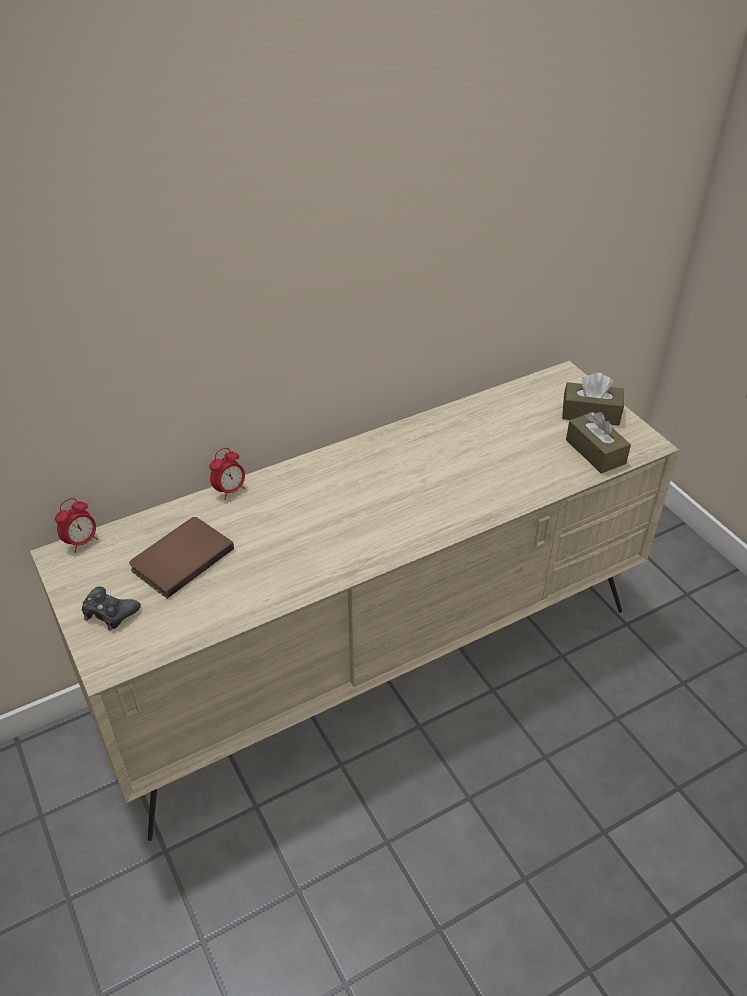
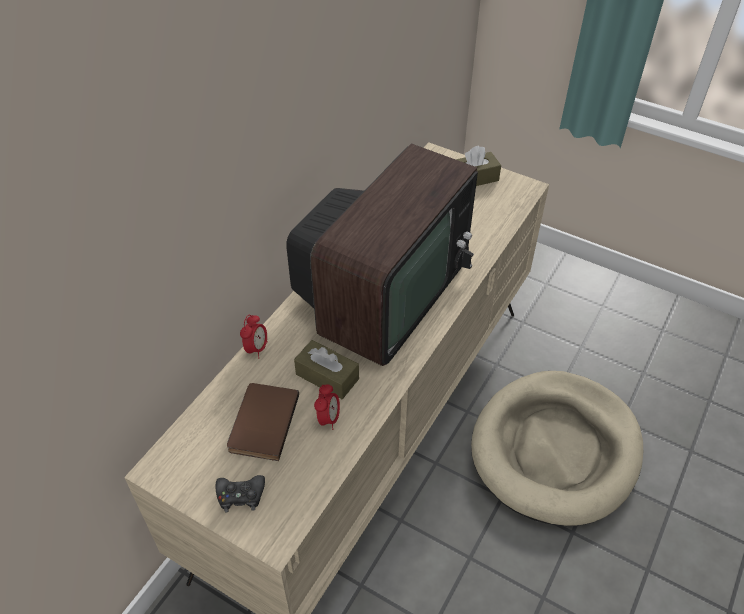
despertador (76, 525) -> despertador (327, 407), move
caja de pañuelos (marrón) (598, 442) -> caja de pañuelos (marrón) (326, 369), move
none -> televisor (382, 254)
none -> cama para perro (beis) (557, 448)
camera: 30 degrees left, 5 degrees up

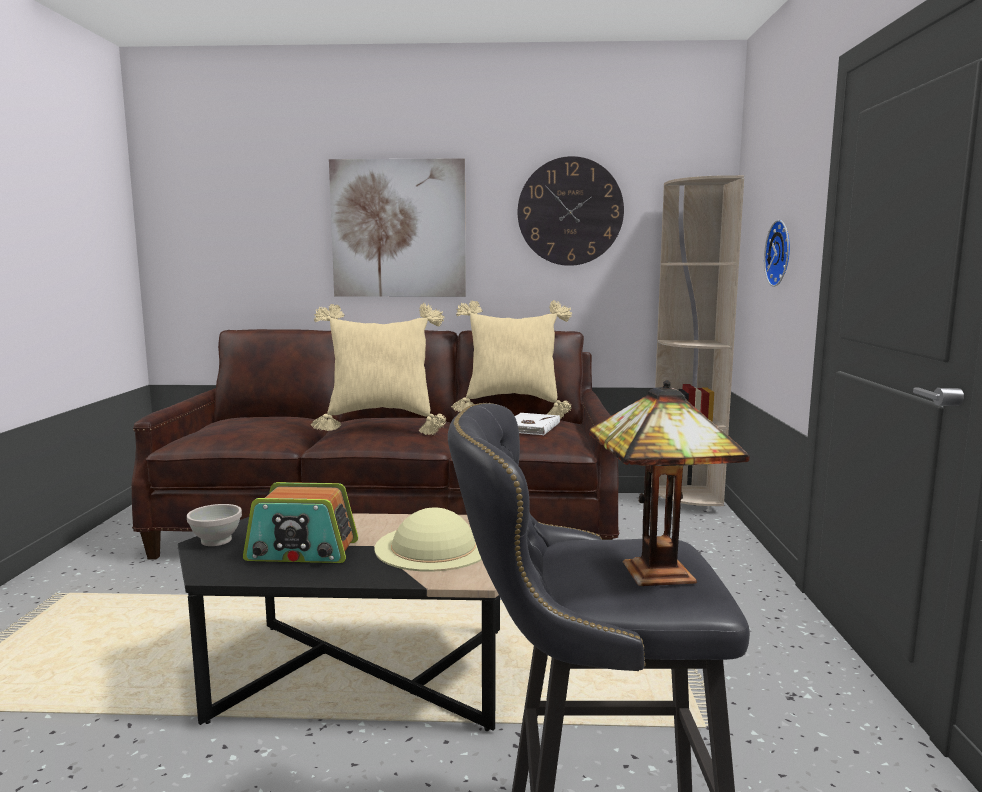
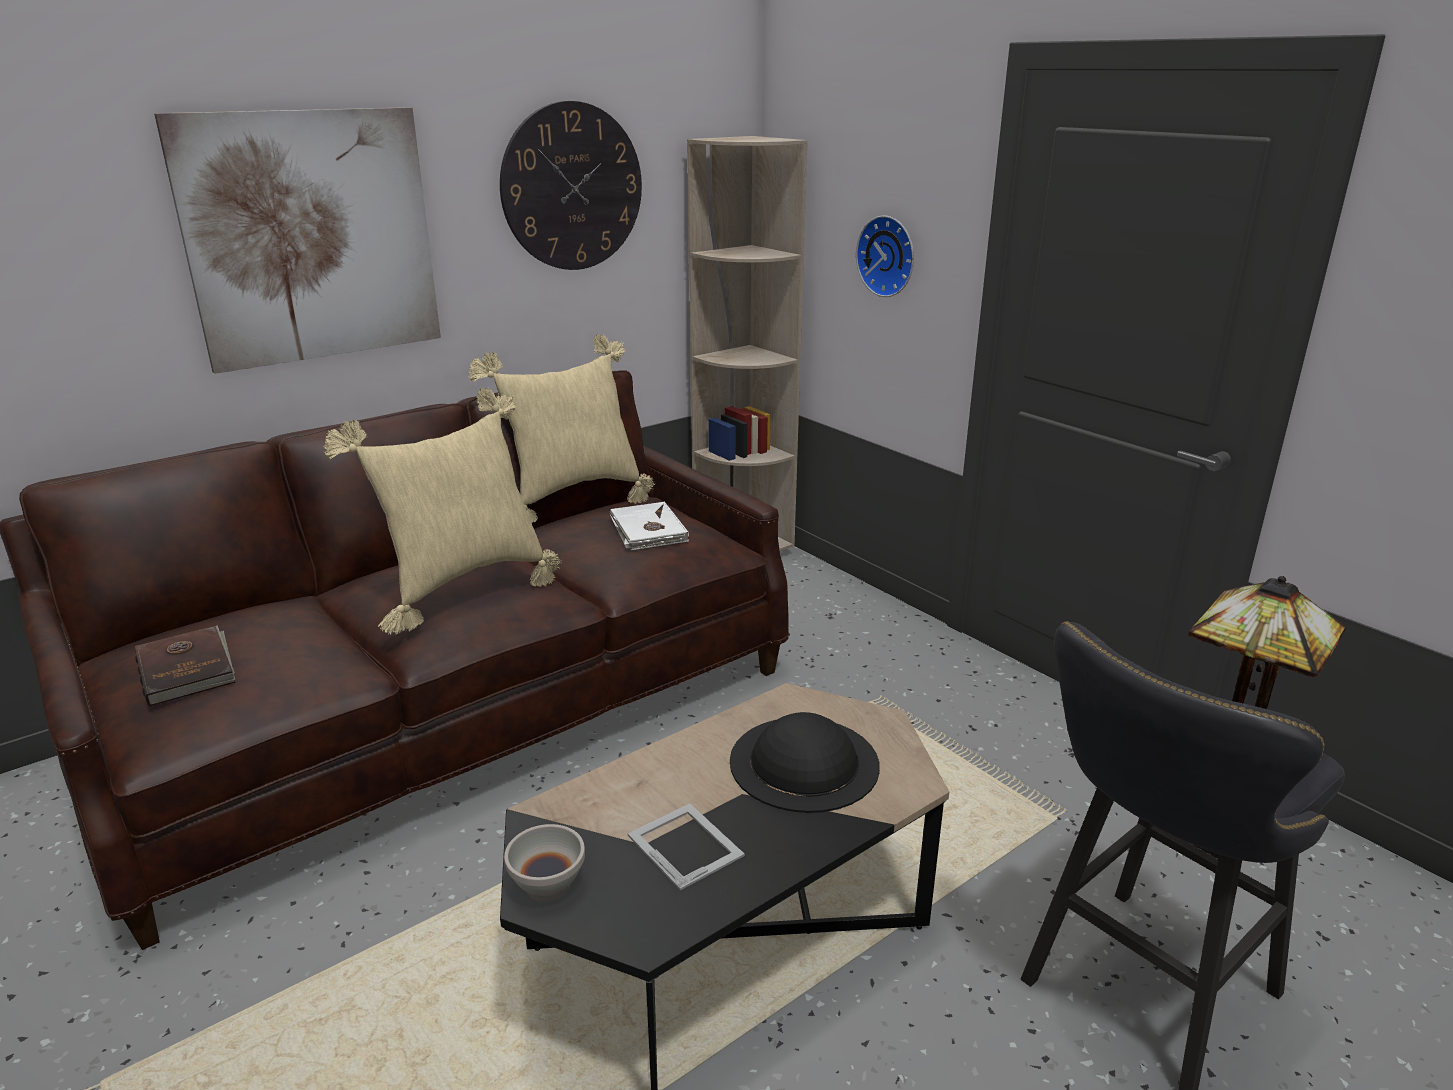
radio (300, 522) -> portarretratos (686, 847)
sombrero (beis) (428, 540) -> sombrero (negro) (805, 762)
none -> libro (marrón) (185, 666)
camera: 40 degrees left, 15 degrees up

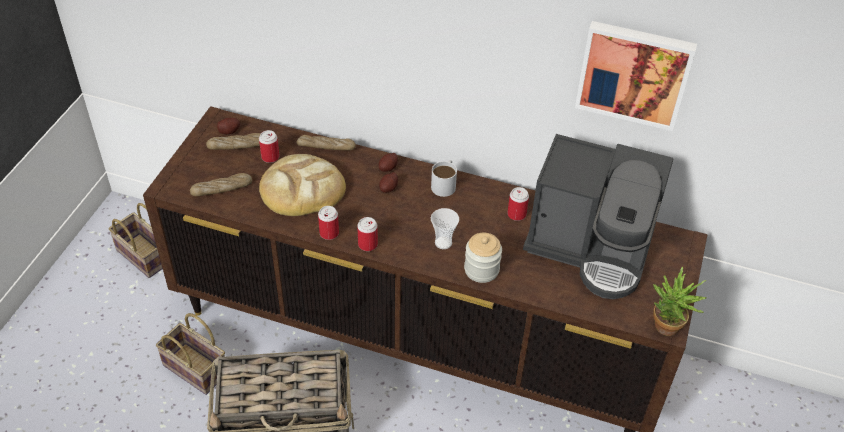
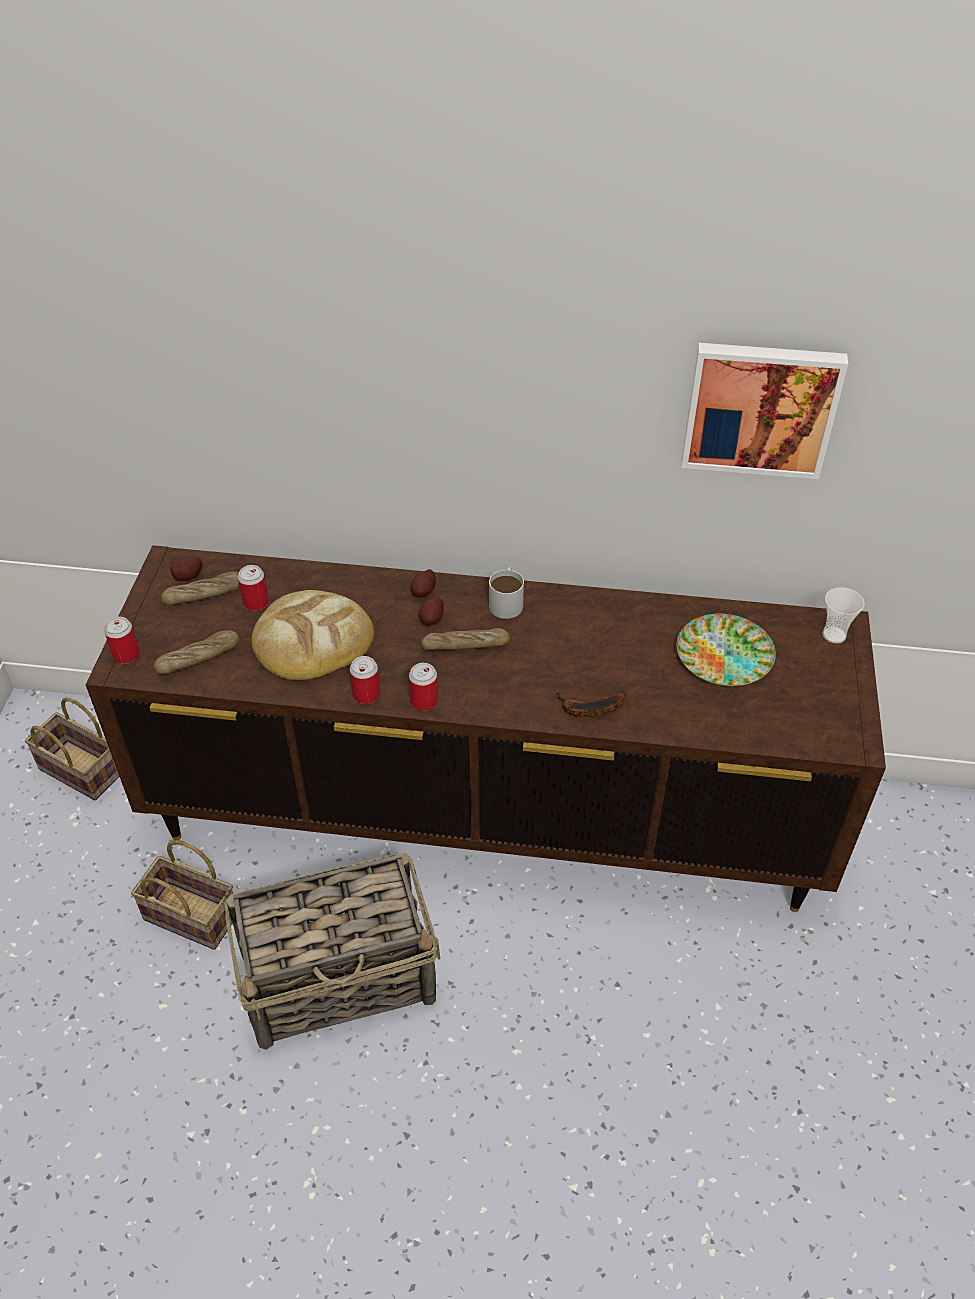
pan (326, 143) -> pan (465, 639), move
taza (445, 228) -> taza (844, 615), move
tarro (483, 258) -> plátano (591, 704)
lata (518, 204) -> lata (122, 640), move
cafetera (598, 216) -> plato (726, 650)
planta en maceta (680, 301) -> none
camera: 10 degrees left, 0 degrees up

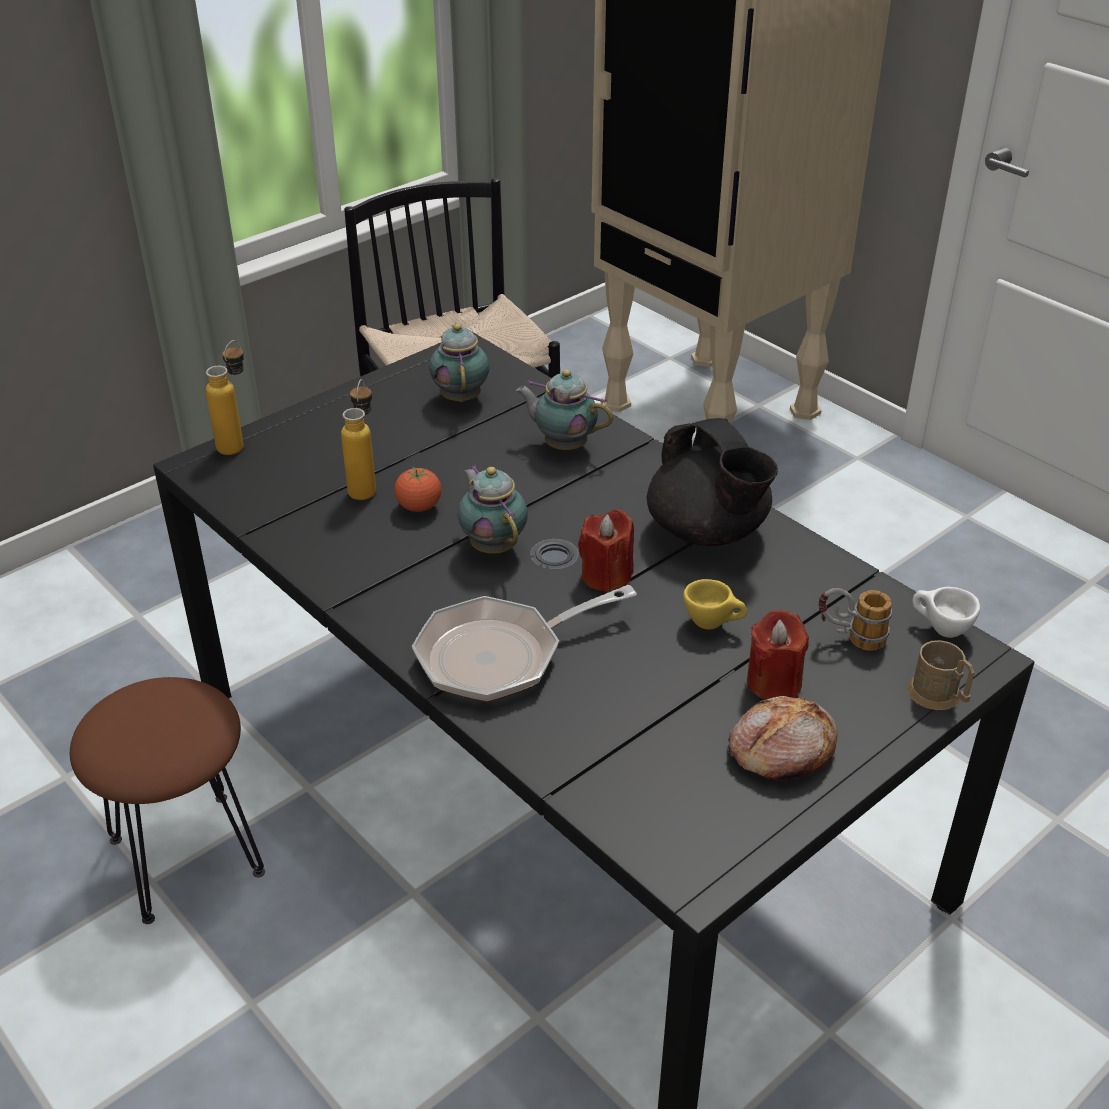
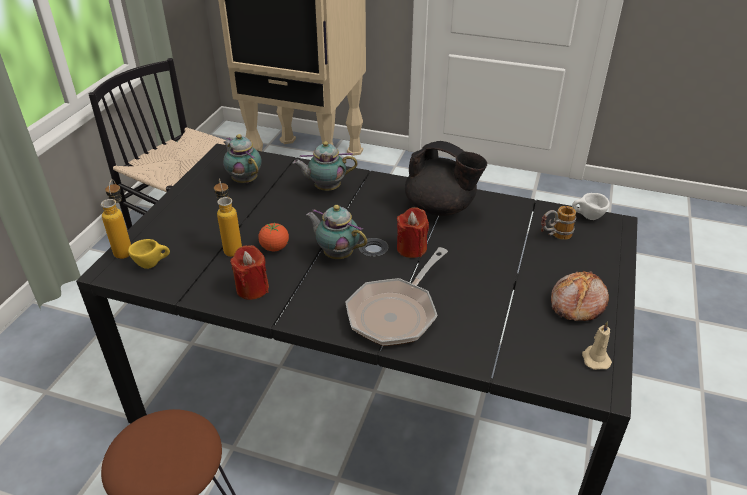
taza (amarillo) (715, 604) -> taza (amarillo) (149, 254), move
vela (rojo) (778, 655) -> vela (rojo) (249, 272), move
taza grande (marrón) (941, 675) -> none
none -> vela (beis) (597, 345)
camera: 30 degrees left, 0 degrees up

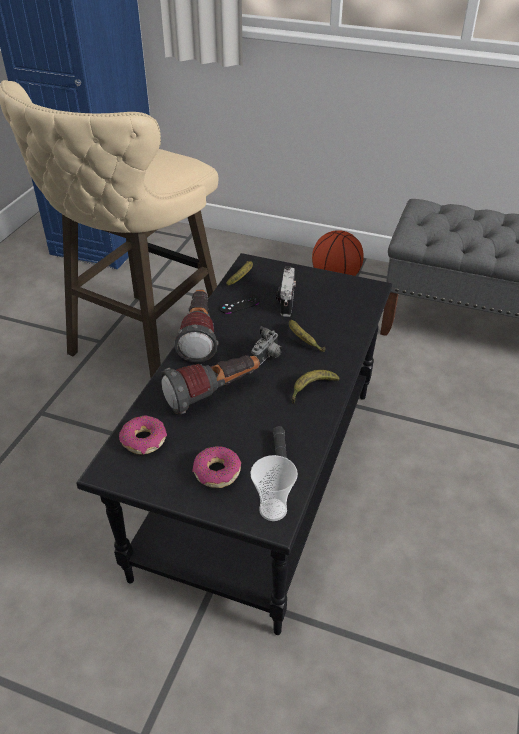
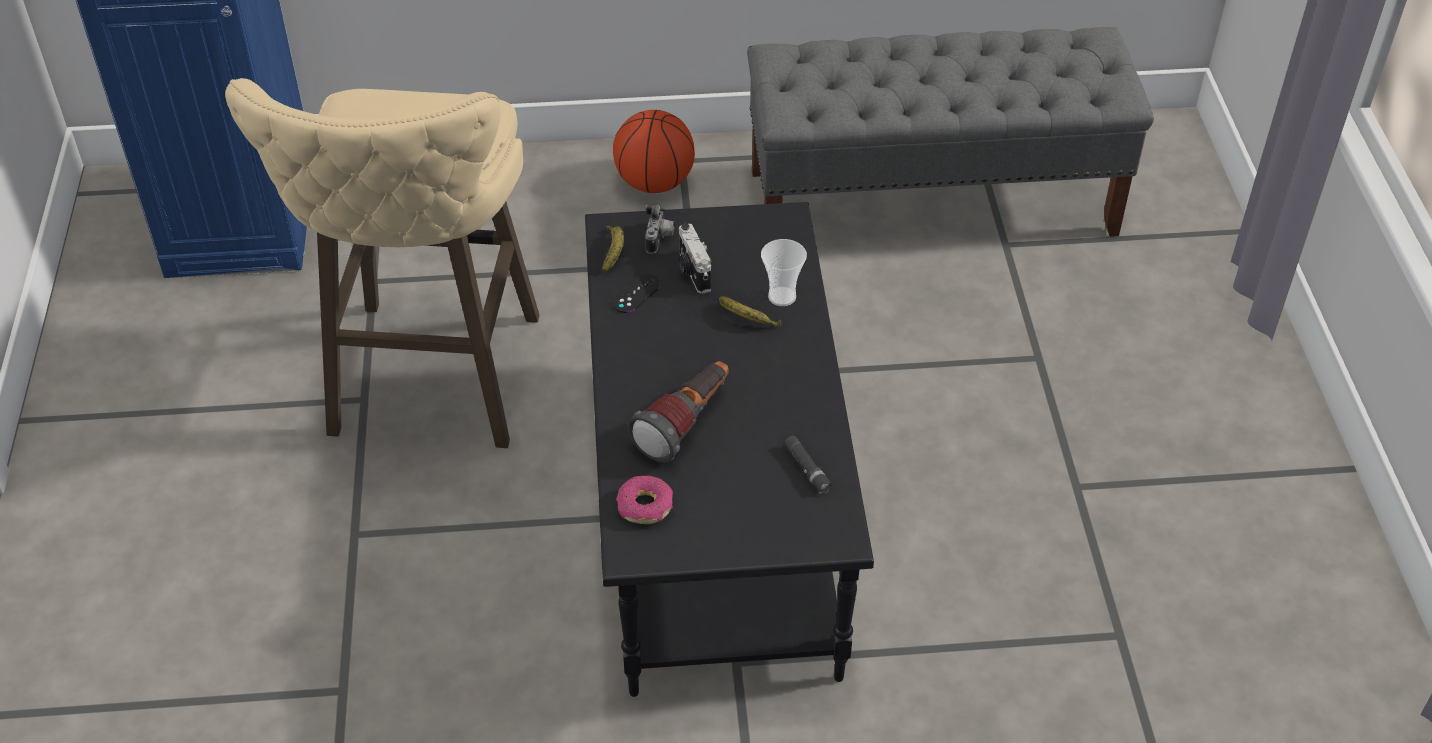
linterna (196, 326) -> none
rosquilla (216, 467) -> none
taza (274, 488) -> taza (784, 272), move
cámara (266, 345) -> cámara (660, 229), move
plátano (316, 386) -> none
camera: 25 degrees left, 5 degrees up

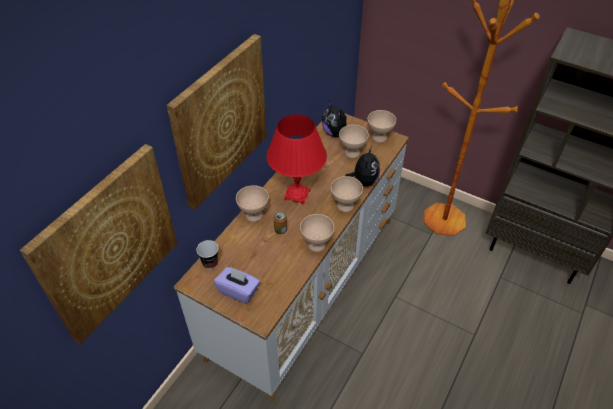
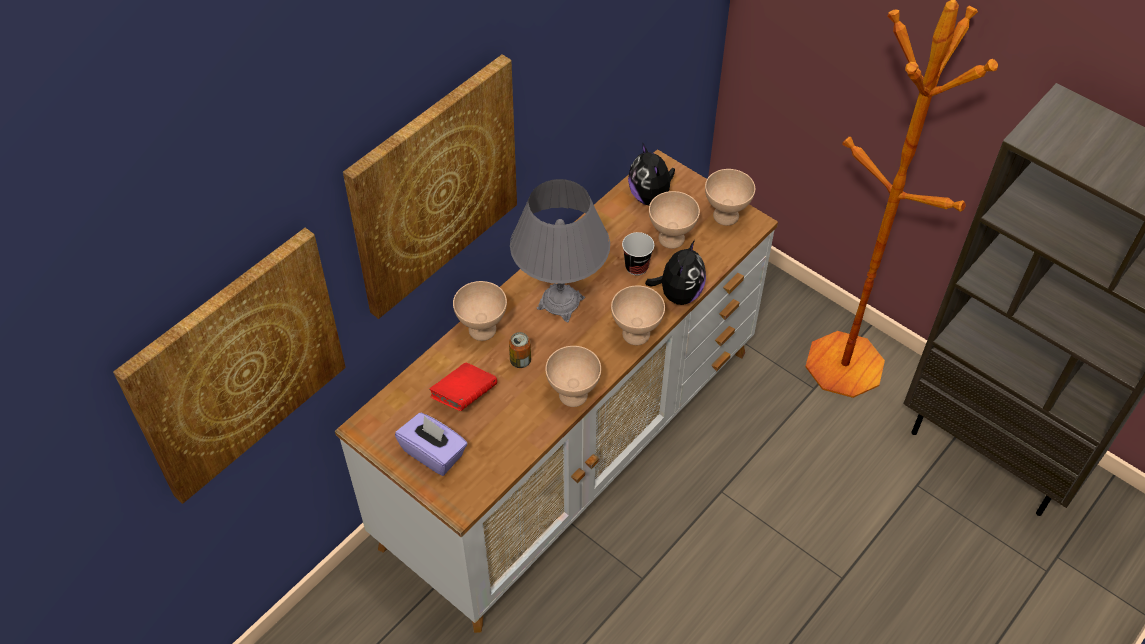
taza (207, 254) -> taza (638, 253), move
lámpara de mesa (rojo) (296, 159) -> lámpara de mesa (gris) (560, 250)
none -> libro (rojo) (463, 387)
camera: 10 degrees right, 5 degrees up

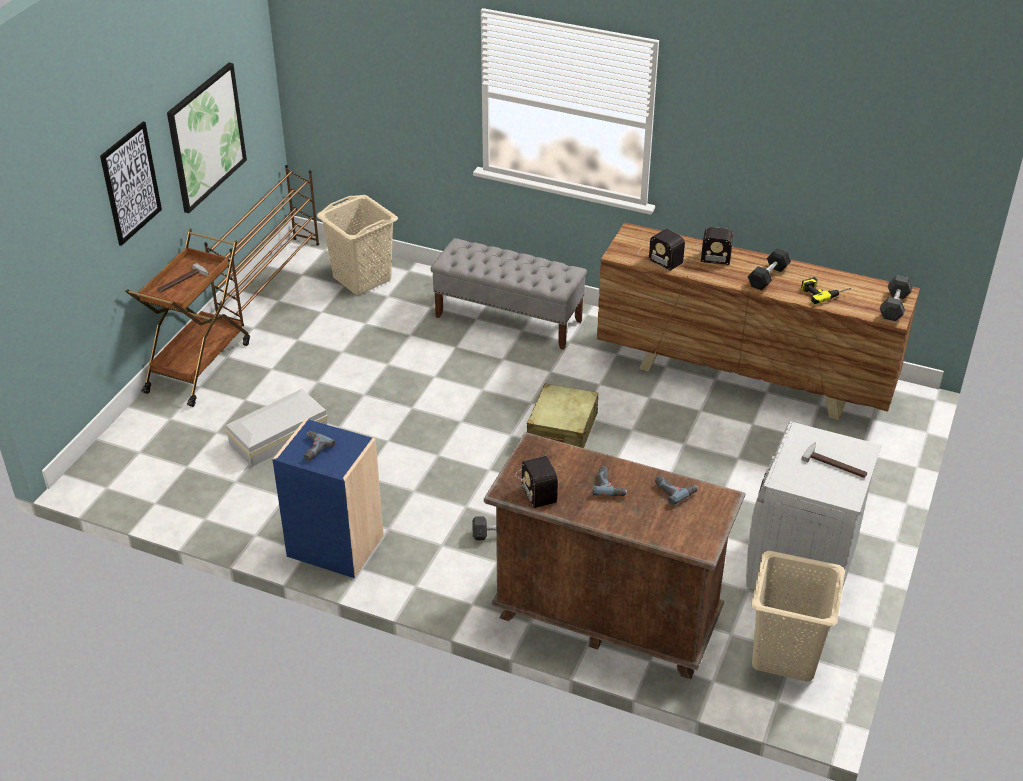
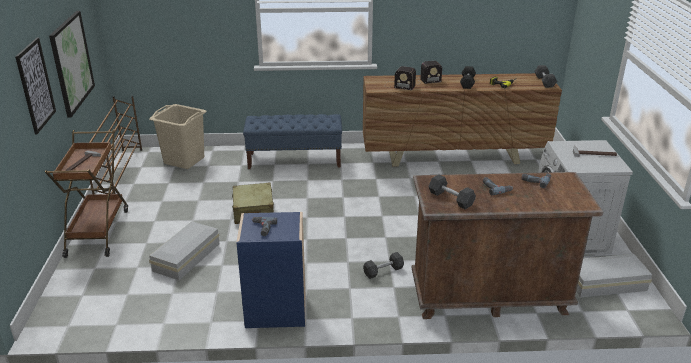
banco (gris) (509, 294) -> banco (azul) (292, 141)
radio (537, 482) -> mancuerna (gris) (452, 191)
maleta (beis) (562, 416) -> maleta (beis) (253, 203), move
cesto de la ropa (beis) (798, 616) -> caja de almacenaje (blanco) (614, 276)
camera: 25 degrees left, 10 degrees down

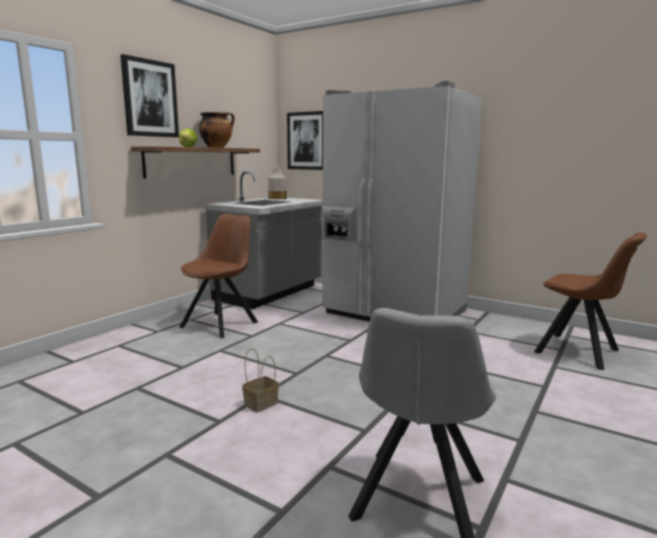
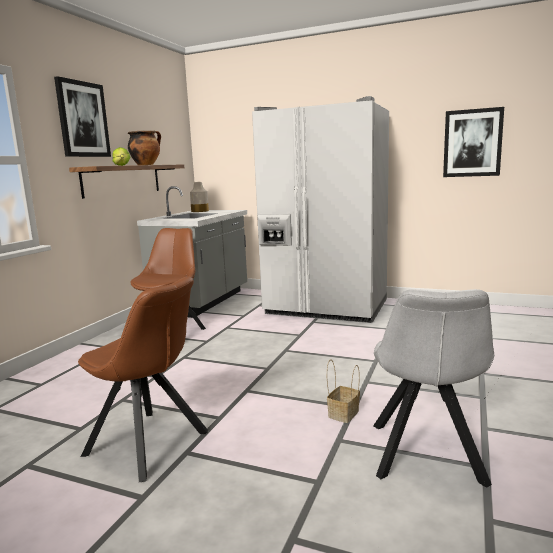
cesta (260, 380) -> cesta (343, 391), move
cuadro (305, 140) -> cuadro (473, 142), move
silla (marrón) (590, 301) -> silla (marrón) (143, 379), move
camera: 10 degrees left, 0 degrees up

